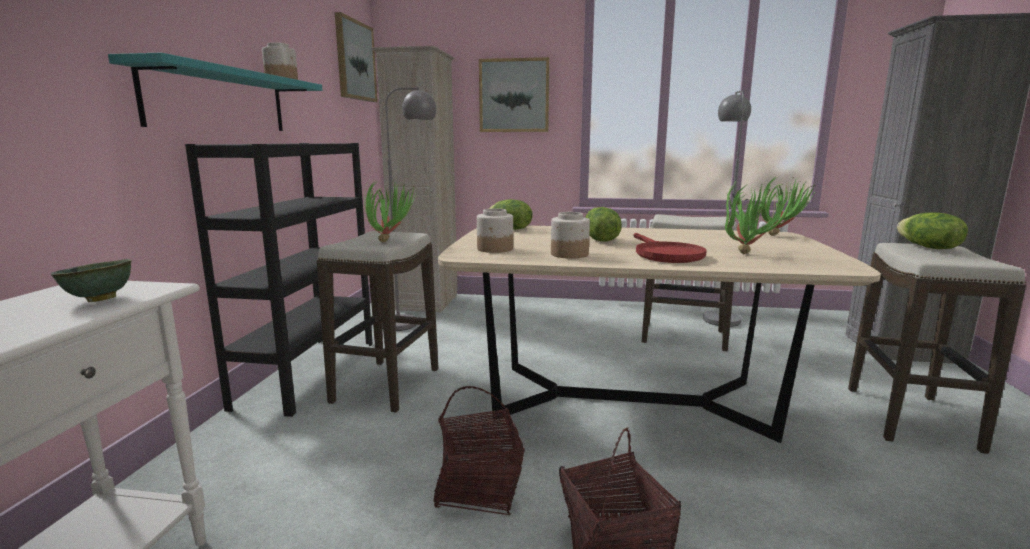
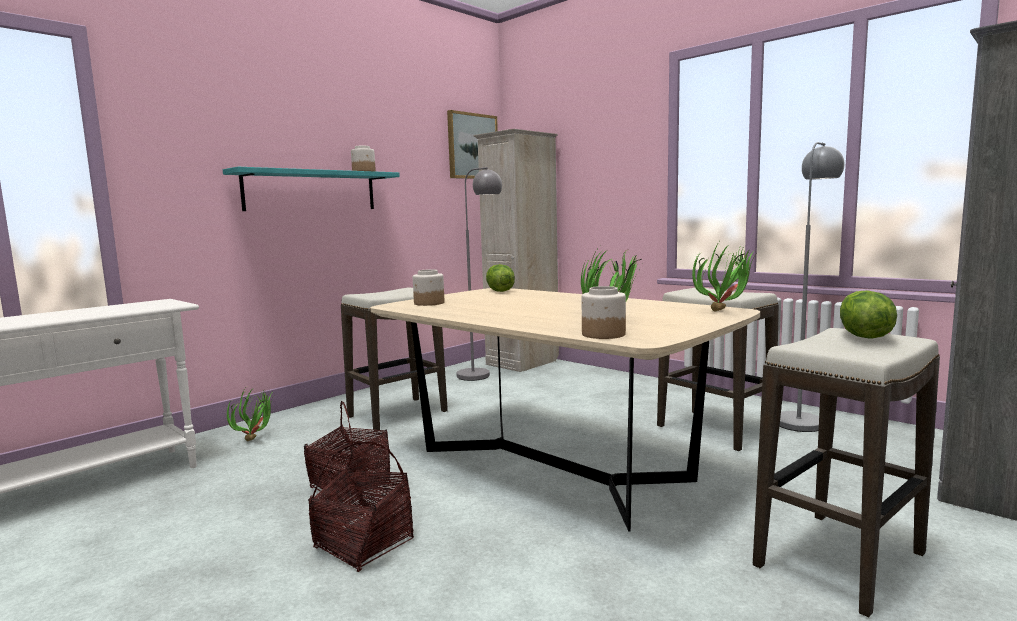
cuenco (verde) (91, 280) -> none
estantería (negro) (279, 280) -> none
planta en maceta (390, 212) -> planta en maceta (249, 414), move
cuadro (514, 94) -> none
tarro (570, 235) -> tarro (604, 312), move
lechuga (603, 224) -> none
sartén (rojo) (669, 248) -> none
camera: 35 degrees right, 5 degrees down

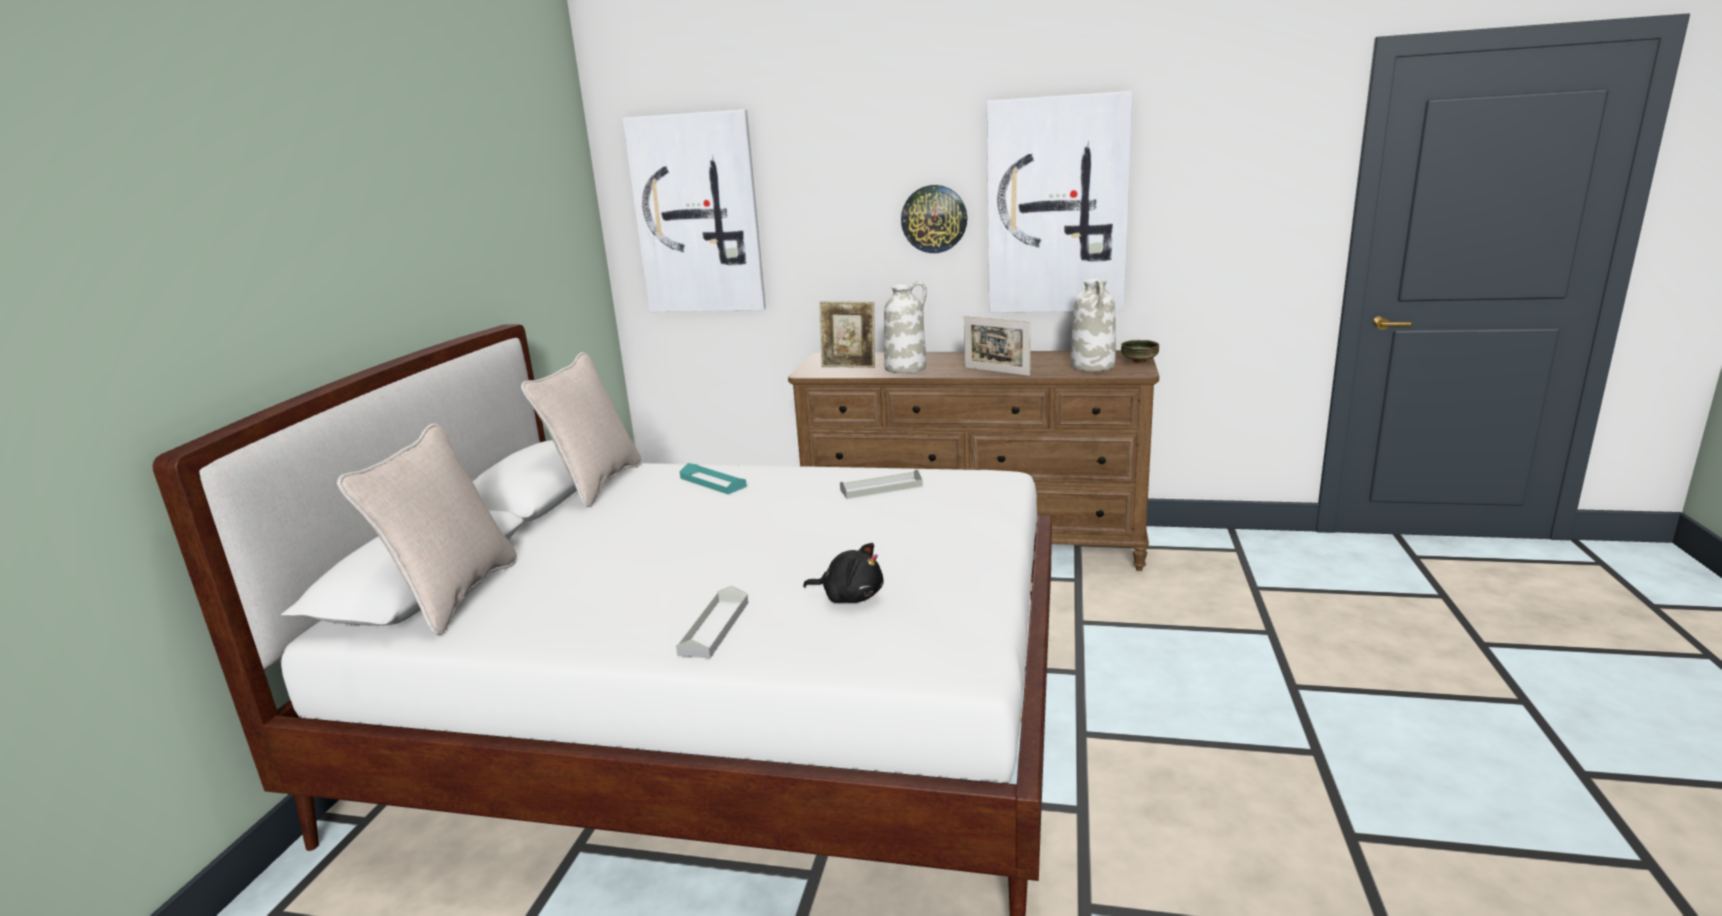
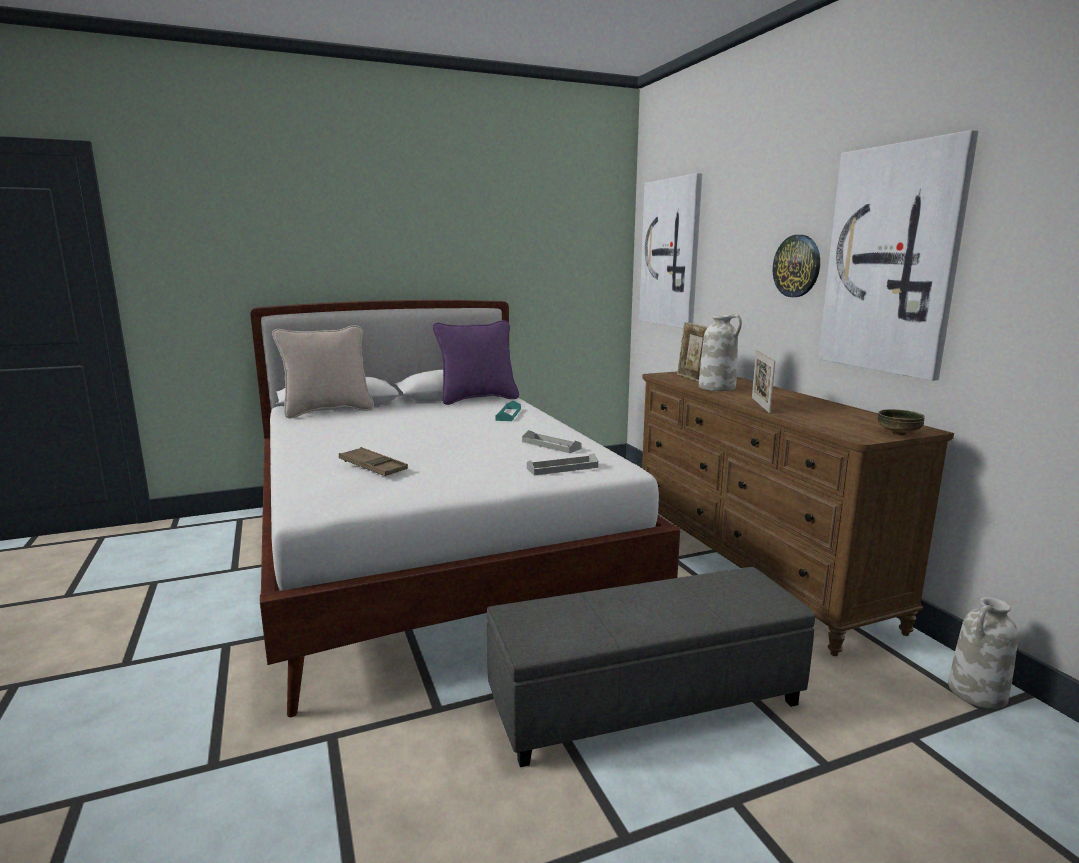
cojín (beis) (581, 429) -> cojín (morado) (476, 362)
bandeja (gris) (712, 622) -> bandeja (gris) (562, 464), move
peluche (negro) (843, 573) -> bandeja (marrón) (373, 461)
florero (blanco) (1093, 325) -> florero (blanco) (983, 653), move
none -> puf (gris) (651, 667)
camera: 55 degrees right, 5 degrees down

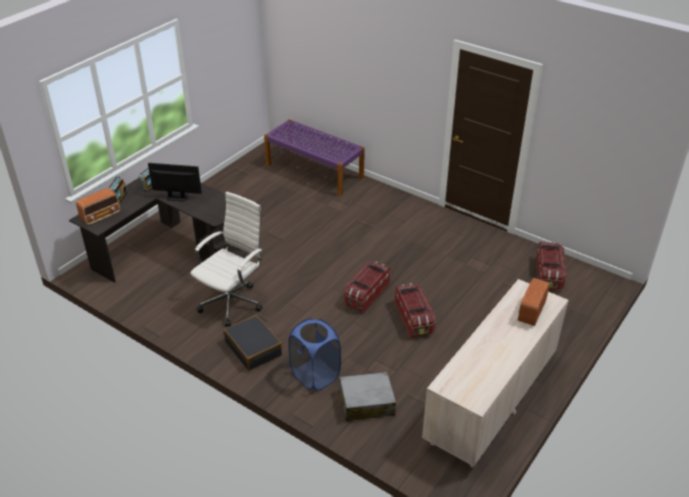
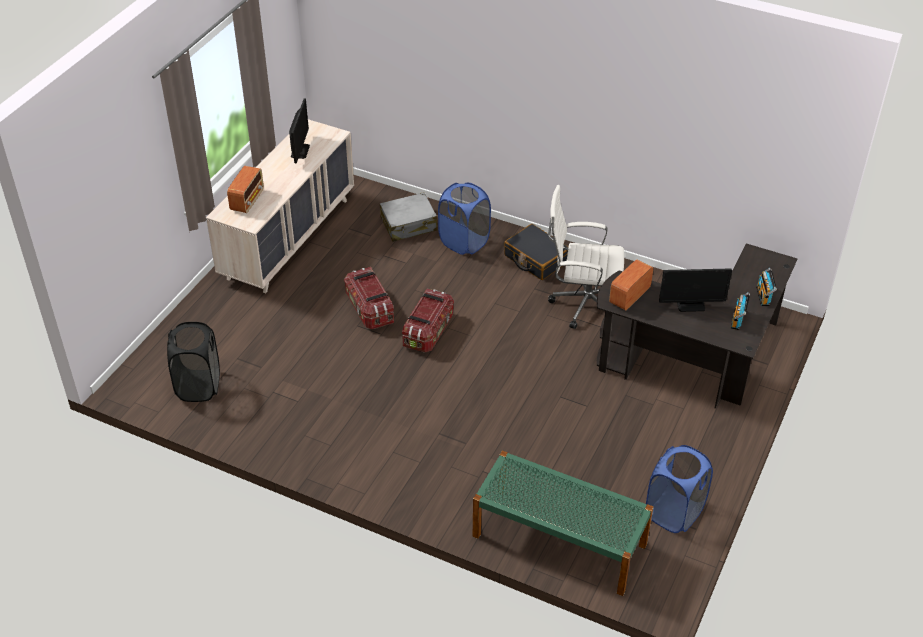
radio (98, 206) -> radio (631, 284), move
silla de oficina (blanco) (227, 259) -> silla de oficina (blanco) (586, 257), 75 degrees clockwise
banco (morado) (314, 157) -> banco (verde) (563, 523)
caja de almacenaje (551, 266) -> cesto de la ropa (negro) (193, 362)
none -> monitor (299, 130)
none -> cesto de la ropa (azul) (679, 489)
camera: 170 degrees right, 5 degrees up

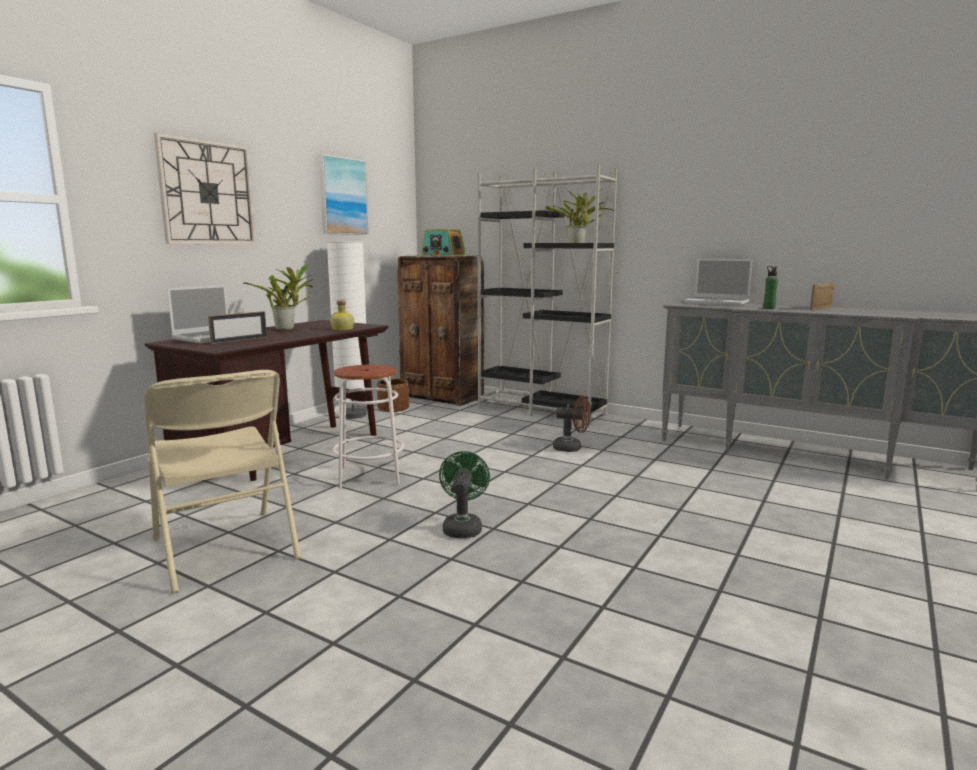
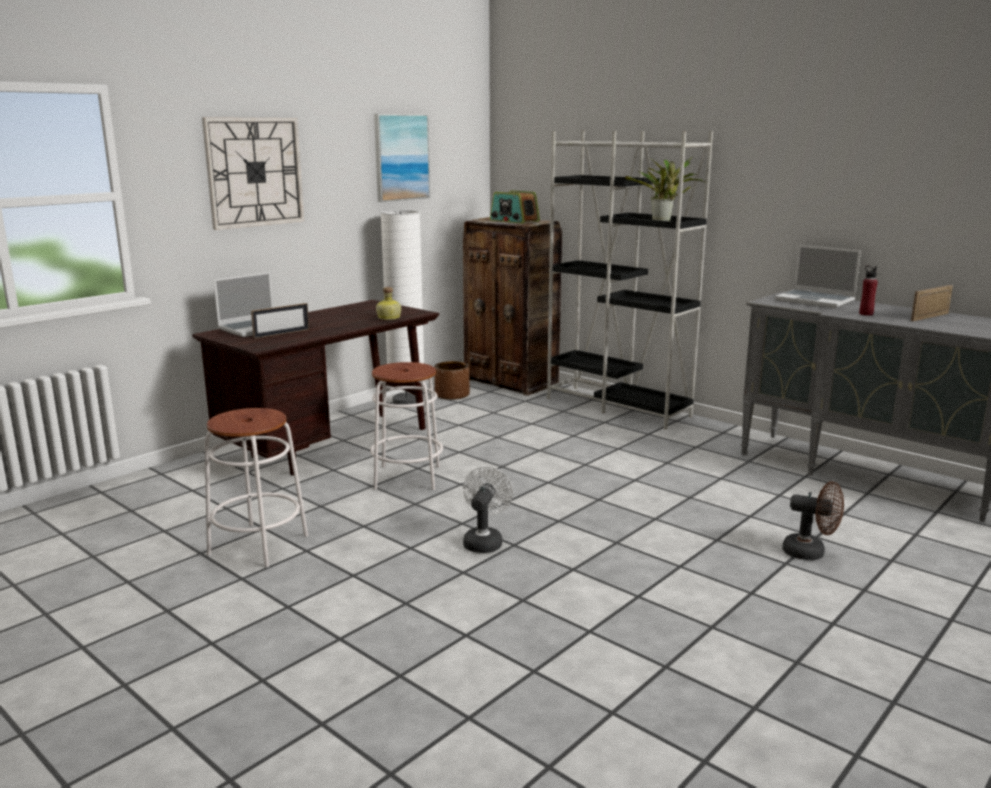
silla (beis) (223, 482) -> taburete (blanco) (256, 488)
planta en maceta (278, 297) -> none
ventilador (verde) (464, 494) -> ventilador (blanco) (488, 510)
ventilador (marrón) (572, 424) -> ventilador (marrón) (813, 520), move
botella (verde) (770, 287) -> botella (rojo) (868, 291)
camera: 10 degrees right, 5 degrees up

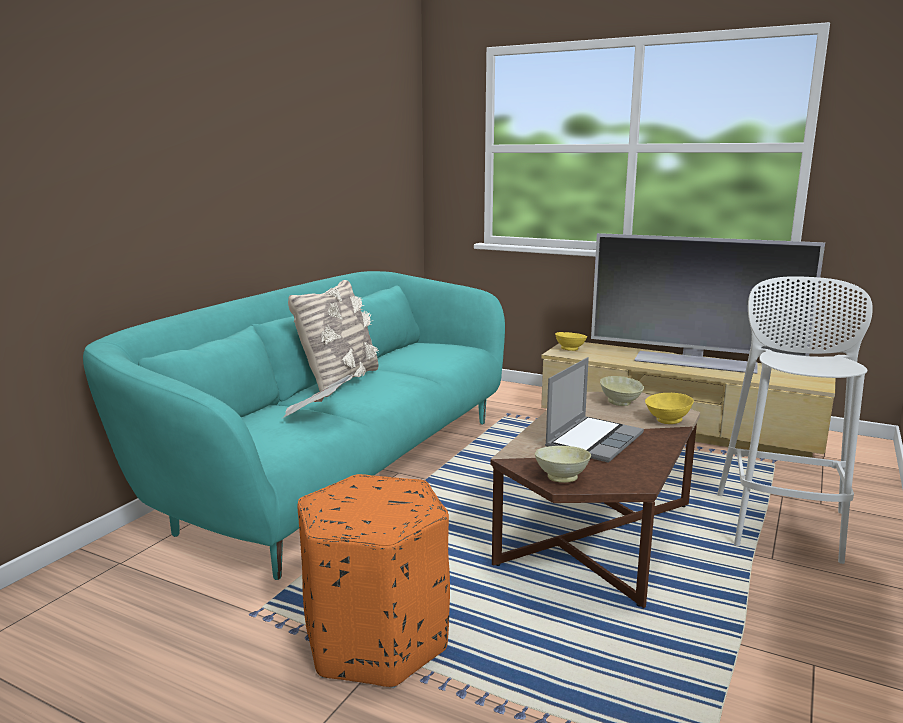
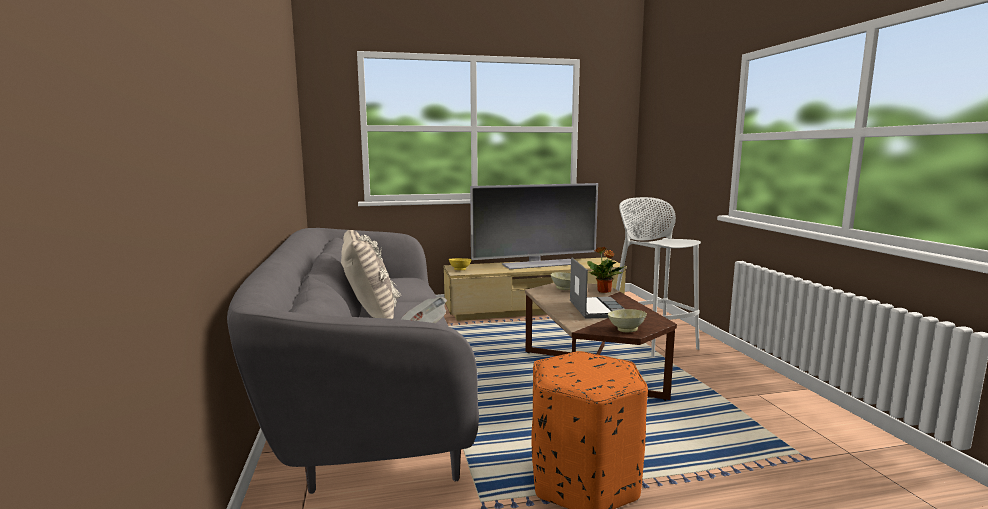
sofá (turquesa) (294, 425) -> sofá (gris) (353, 361)
cuenco (amarillo) (669, 408) -> planta en maceta (606, 270)
camera: 40 degrees left, 5 degrees down

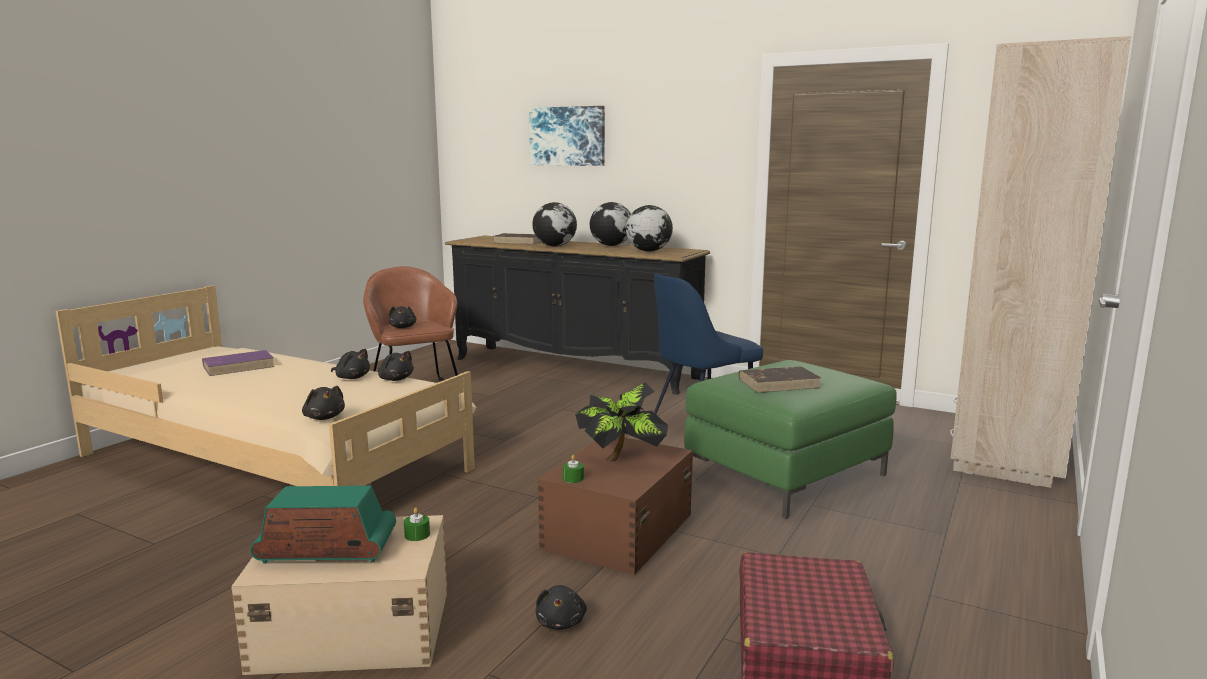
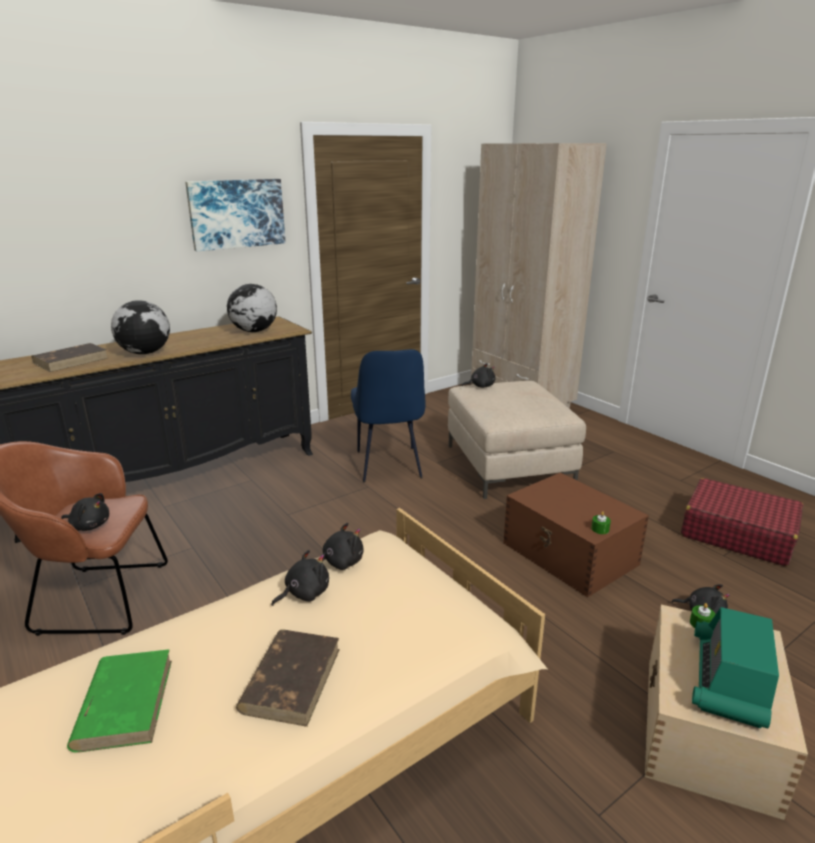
libro (morado) (238, 363) -> libro (verde) (119, 701)
peluche (negro) (323, 403) -> peluche (negro) (478, 375), move
cuadro (567, 136) -> cuadro (235, 215), move
planta en maceta (621, 422) -> none
globo terráqueo (610, 224) -> none
puf (verde) (790, 439) -> puf (beis) (517, 440)
libro (marrón) (779, 379) -> libro (marrón) (288, 678), move
camera: 65 degrees left, 10 degrees up

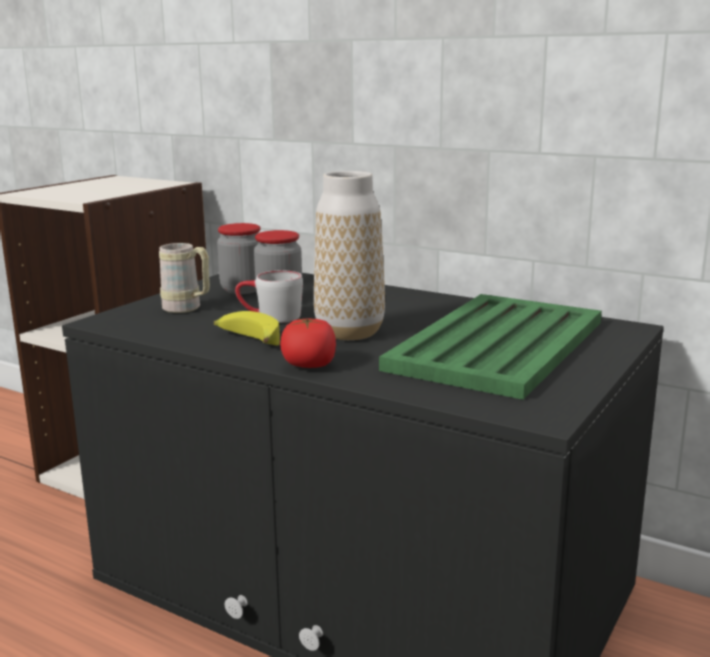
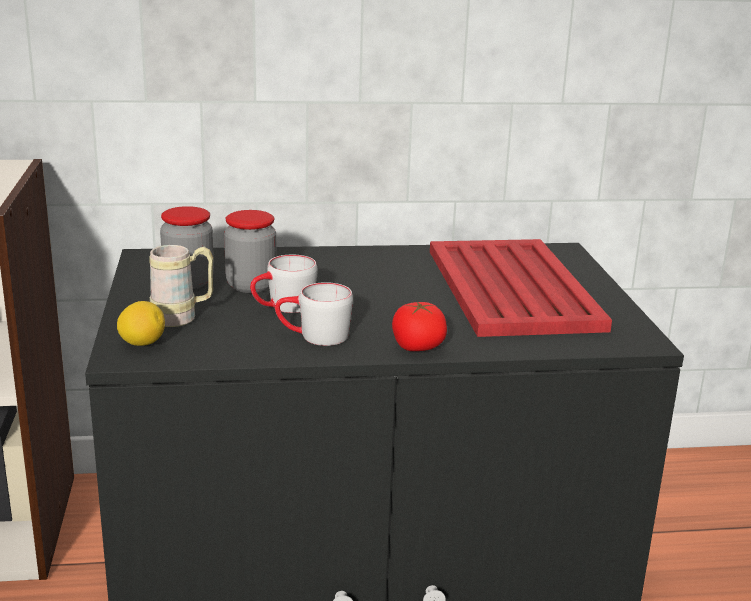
plátano (247, 328) -> taza grande (gris) (314, 314)
florero (349, 255) -> none
bandeja (verde) (490, 347) -> bandeja (rojo) (521, 288)
none -> limón (141, 323)
camera: 40 degrees left, 5 degrees up

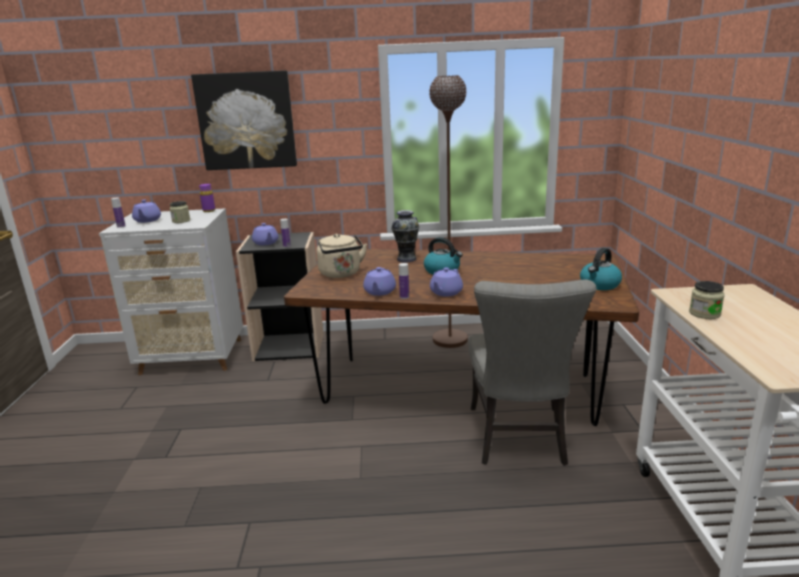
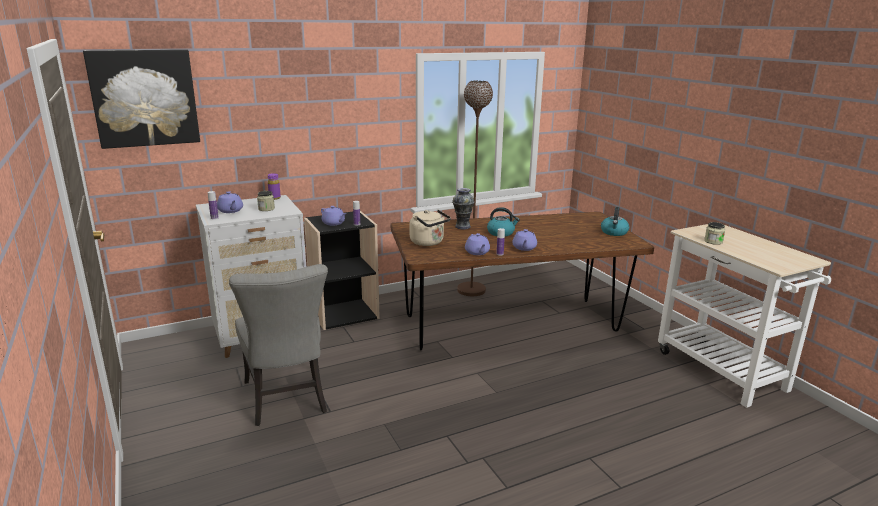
cuadro (244, 120) -> cuadro (141, 99), move
silla (gris) (532, 372) -> silla (gris) (278, 345), move
camera: 25 degrees left, 0 degrees up

